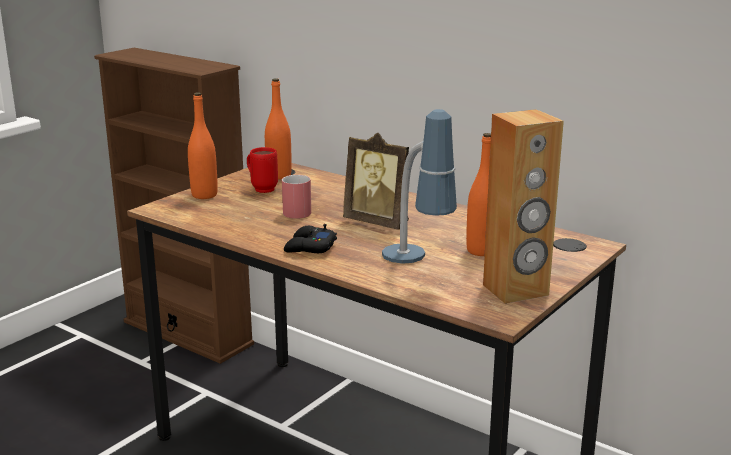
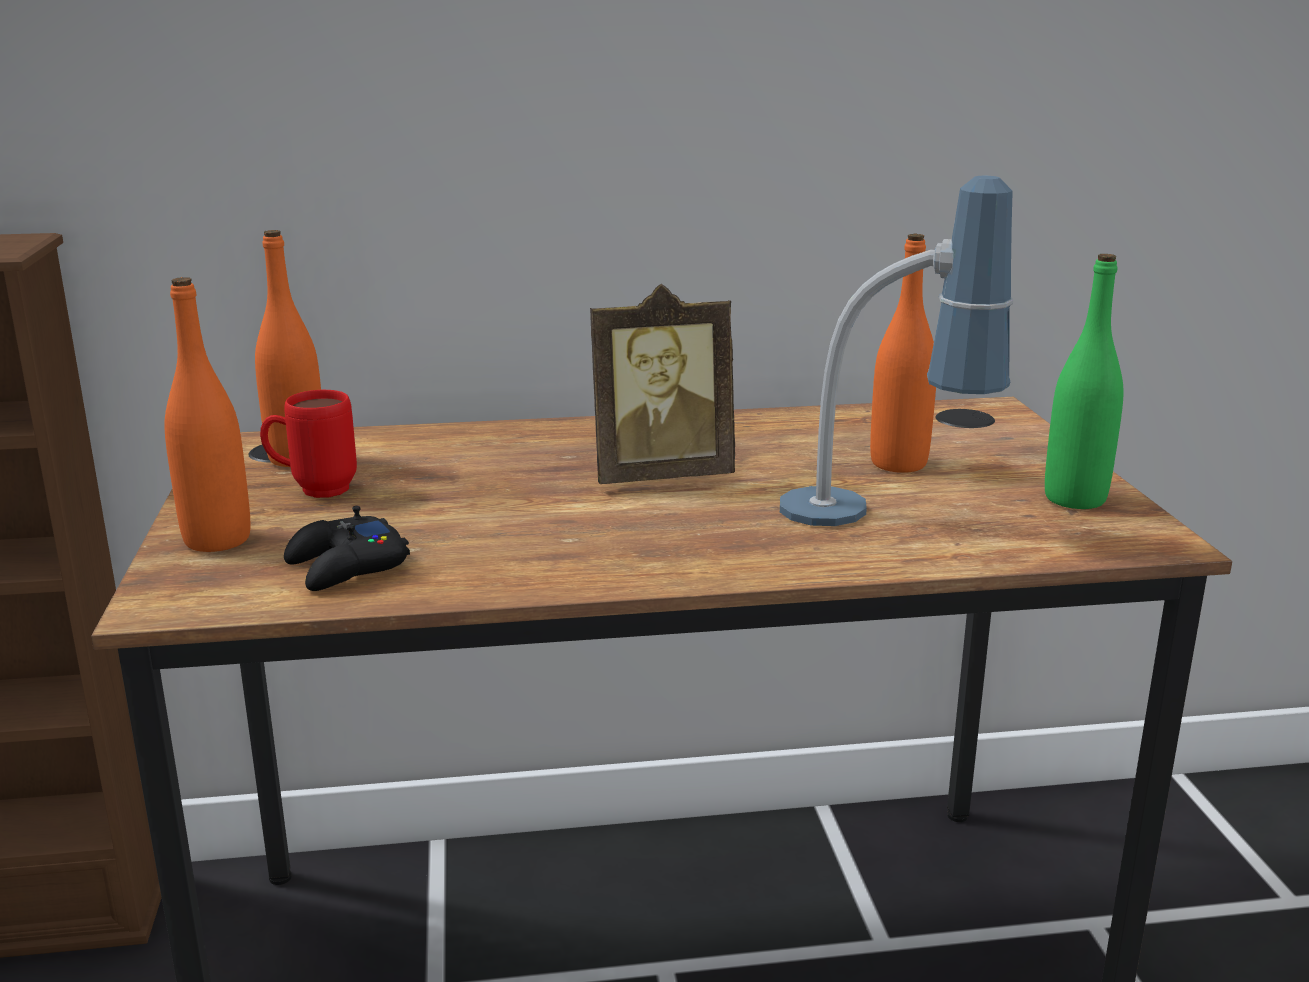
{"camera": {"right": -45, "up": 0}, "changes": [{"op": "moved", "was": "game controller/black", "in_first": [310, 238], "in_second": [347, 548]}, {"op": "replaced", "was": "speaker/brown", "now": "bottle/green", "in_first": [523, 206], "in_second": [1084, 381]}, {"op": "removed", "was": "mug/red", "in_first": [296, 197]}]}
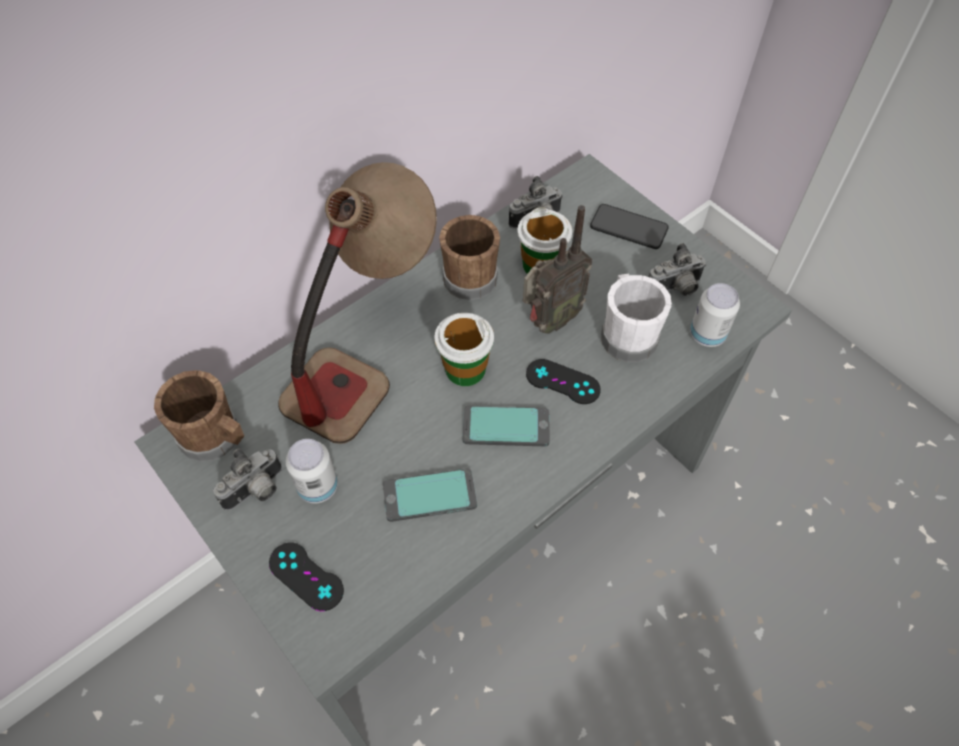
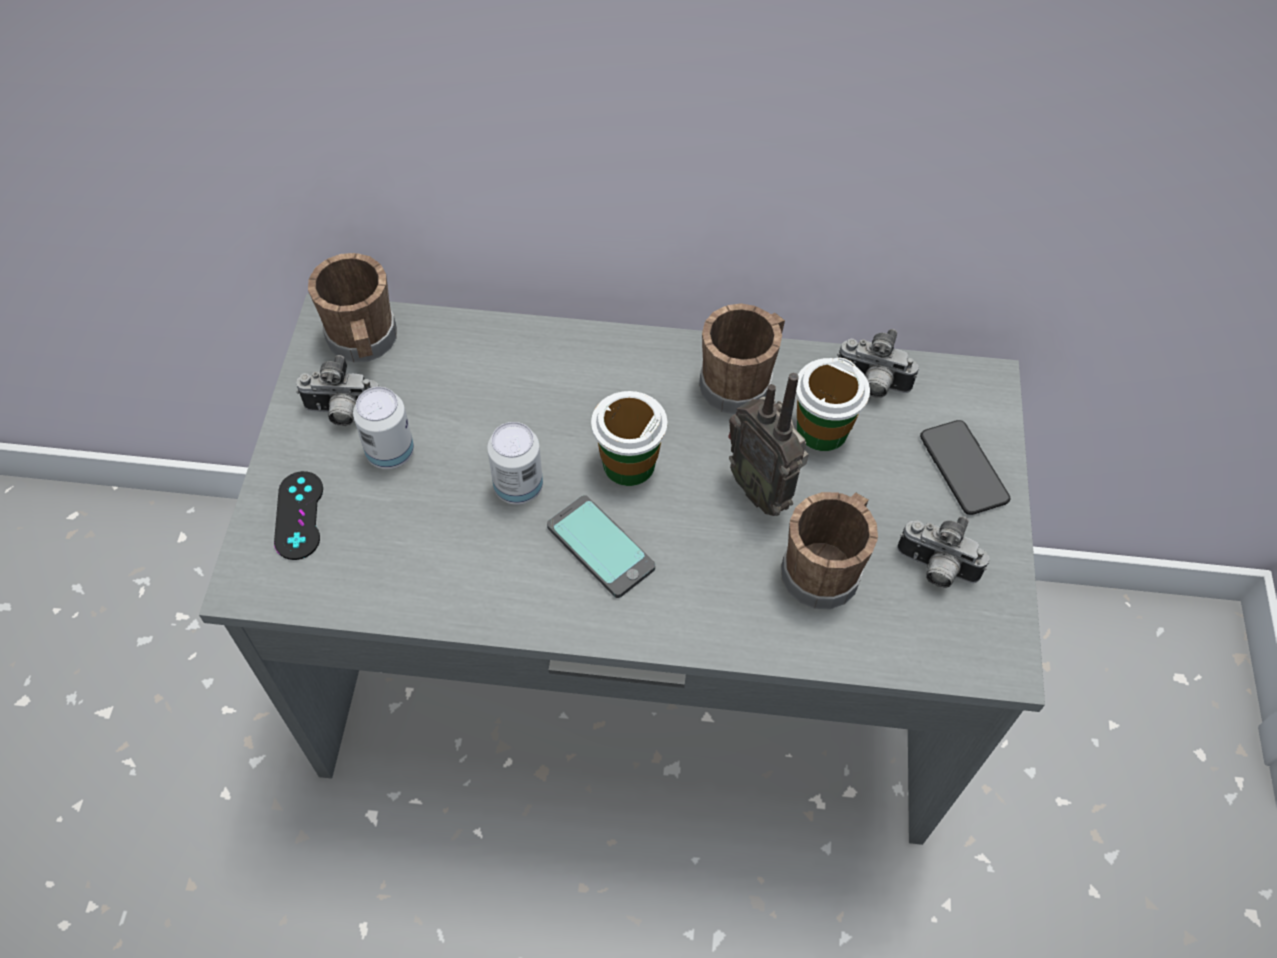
{"camera": {"right": 45, "up": 0}, "changes": [{"op": "moved", "was": "can", "in_first": [715, 315], "in_second": [515, 463]}, {"op": "turned", "was": "radio", "in_first": [557, 269], "in_second": [768, 444], "clockwise": 45}, {"op": "recoloured", "was": "mug/white", "now": "mug/brown", "in_first": [636, 318], "in_second": [829, 550]}, {"op": "removed", "was": "table lamp", "in_first": [357, 303]}, {"op": "removed", "was": "phone", "in_first": [430, 495]}, {"op": "removed", "was": "game controller/black", "in_first": [563, 381]}]}
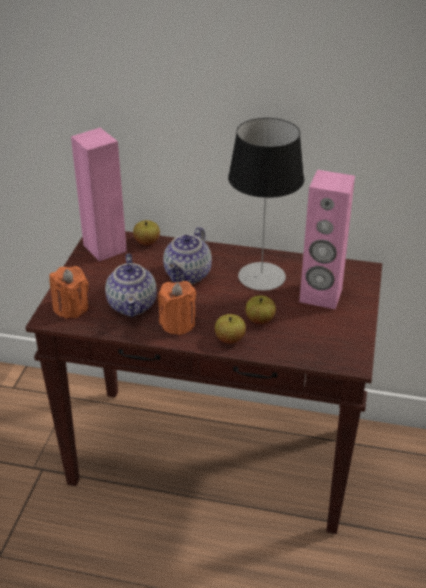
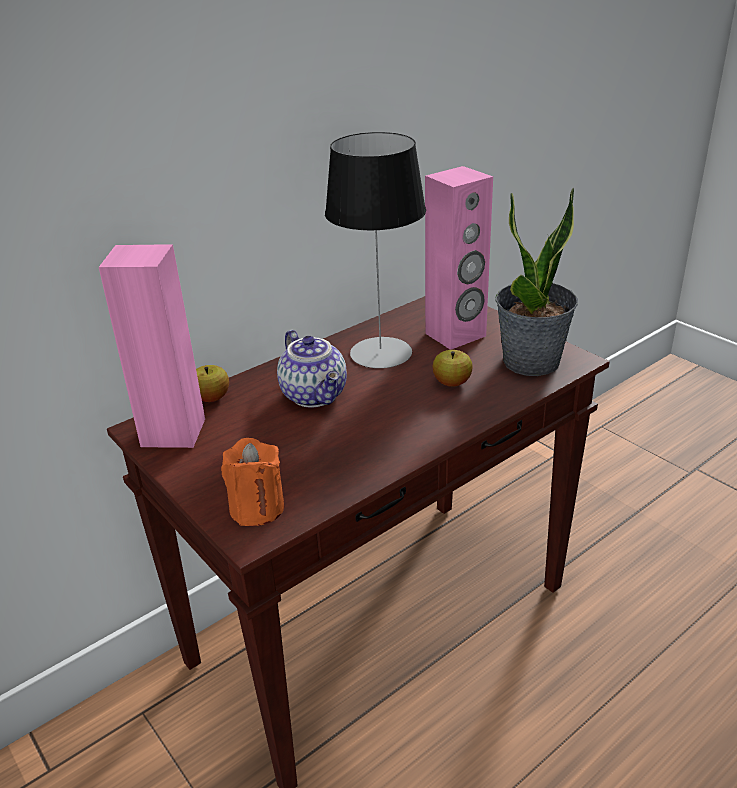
{"camera": {"right": -50, "up": -5}, "changes": [{"op": "added", "now": "potted plant", "in_second": [536, 282]}, {"op": "removed", "was": "teapot", "in_first": [131, 285]}, {"op": "removed", "was": "candle/orange", "in_first": [177, 308]}, {"op": "removed", "was": "apple", "in_first": [230, 329]}]}
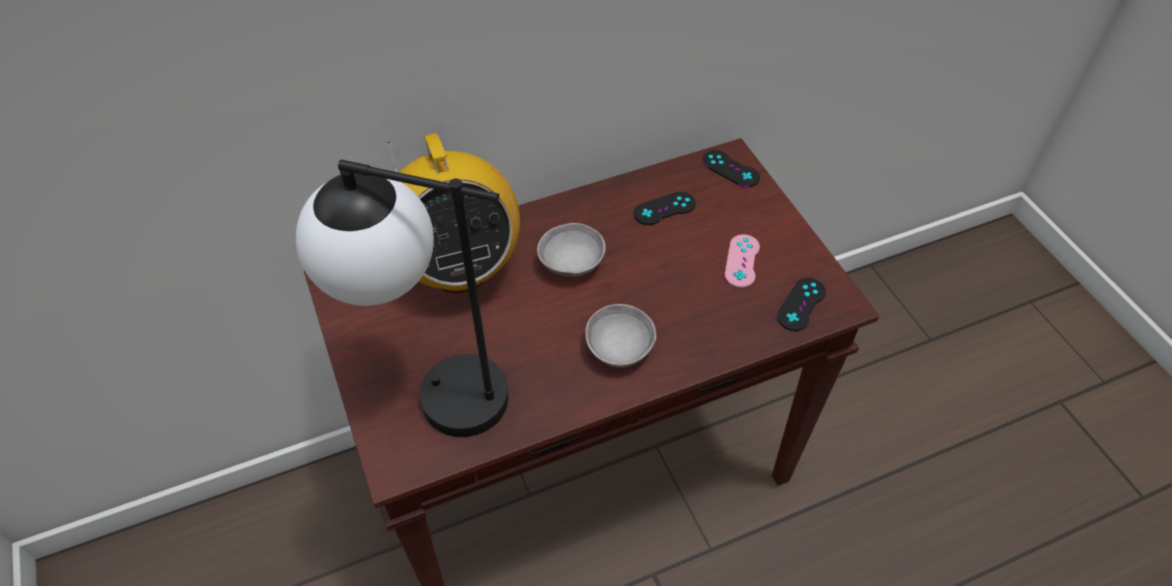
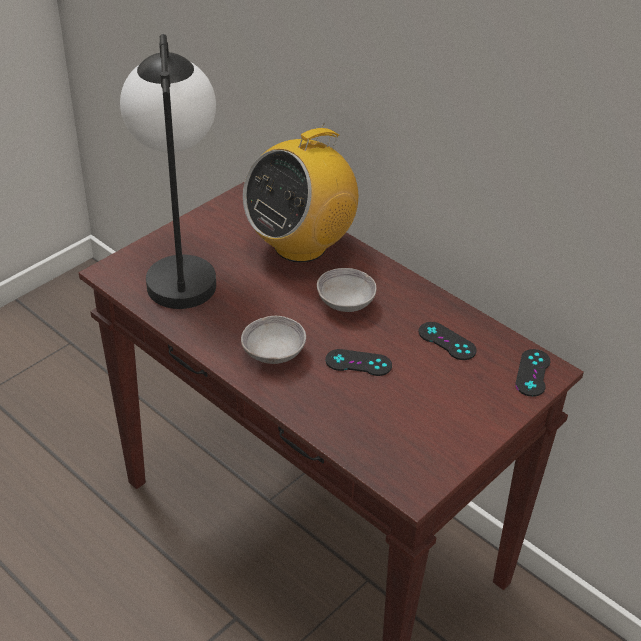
{"camera": {"right": 65, "up": -10}, "changes": [{"op": "moved", "was": "game controller/black", "in_first": [801, 304], "in_second": [358, 362]}, {"op": "removed", "was": "game controller/pink", "in_first": [742, 261]}]}
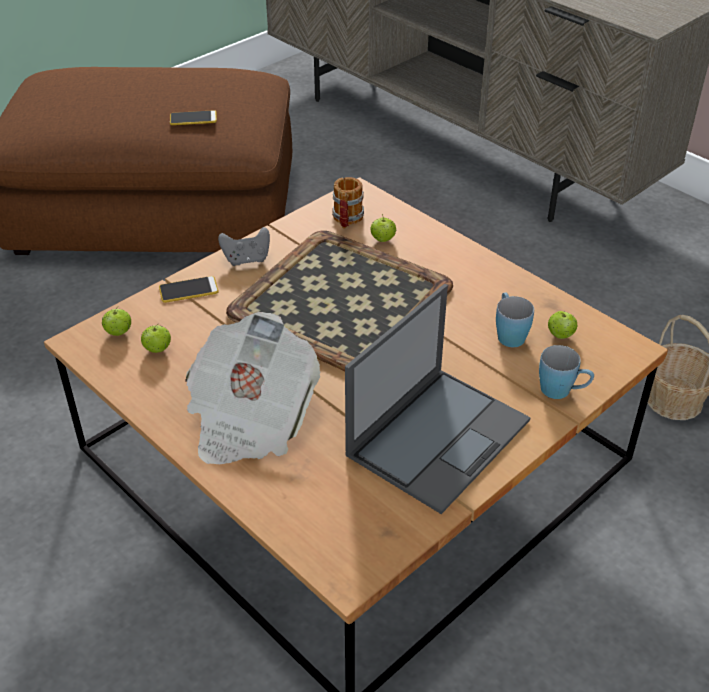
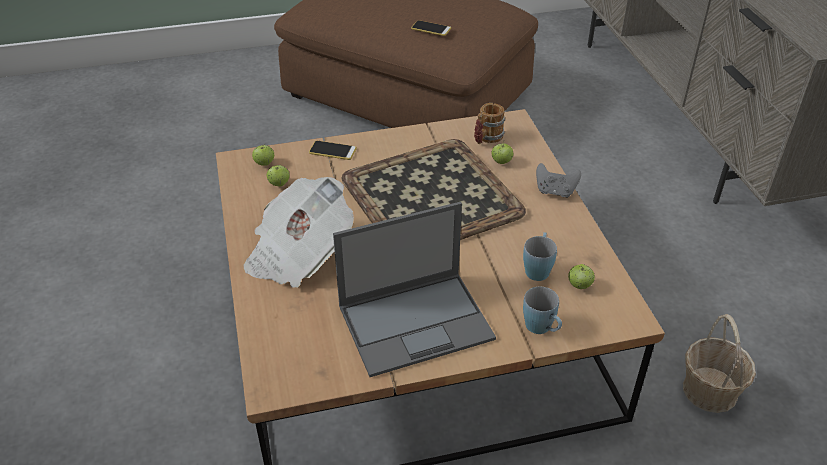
{"camera": {"right": 30, "up": 0}, "changes": [{"op": "moved", "was": "game controller/grey", "in_first": [244, 246], "in_second": [558, 180]}]}
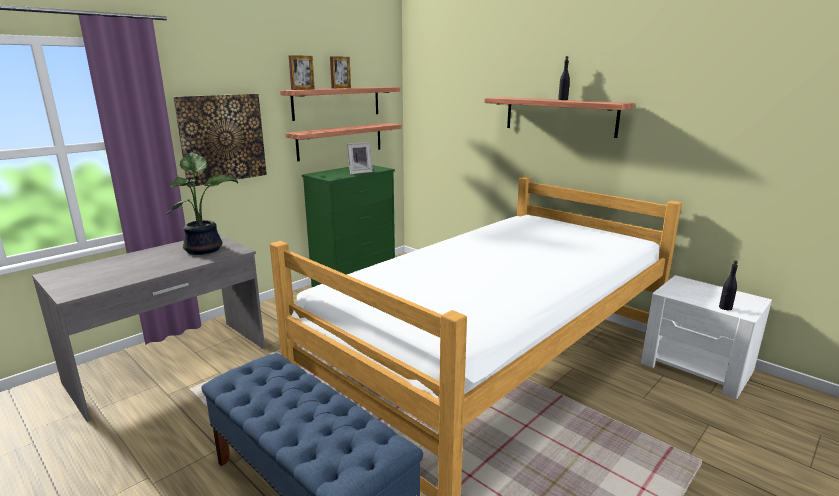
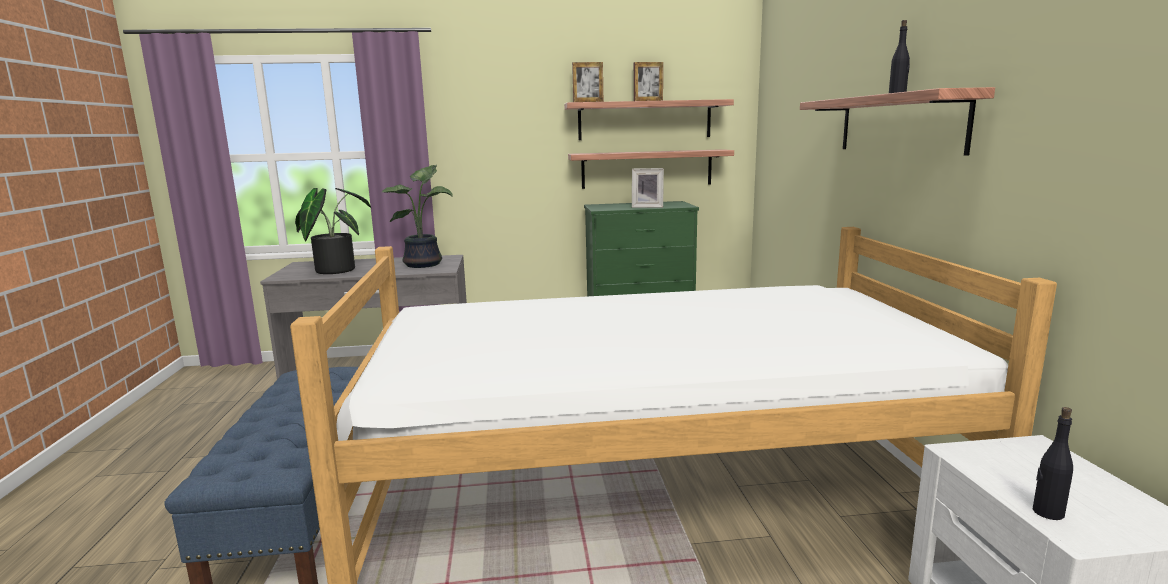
{"camera": {"right": 40, "up": -5}, "changes": [{"op": "added", "now": "potted plant", "in_second": [333, 231]}, {"op": "removed", "was": "picture", "in_first": [220, 140]}]}
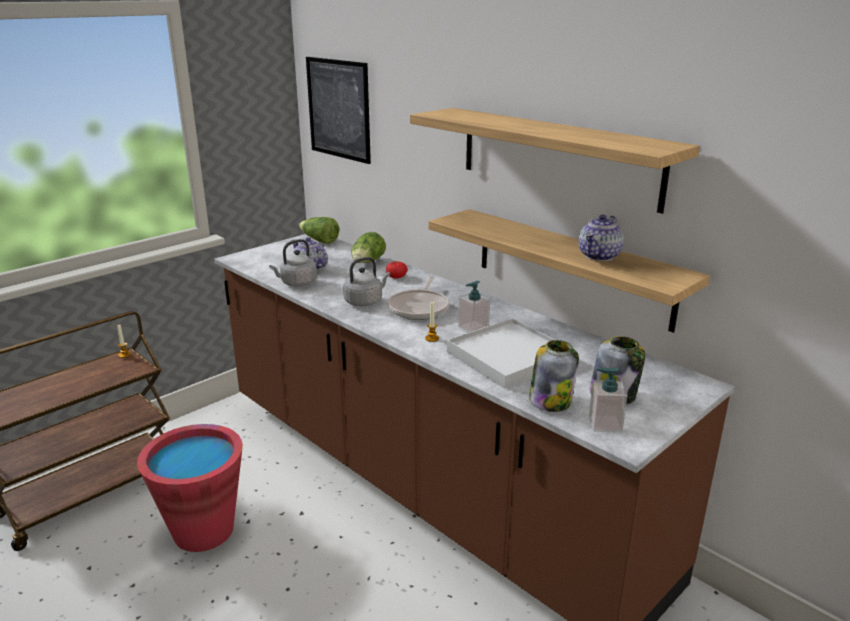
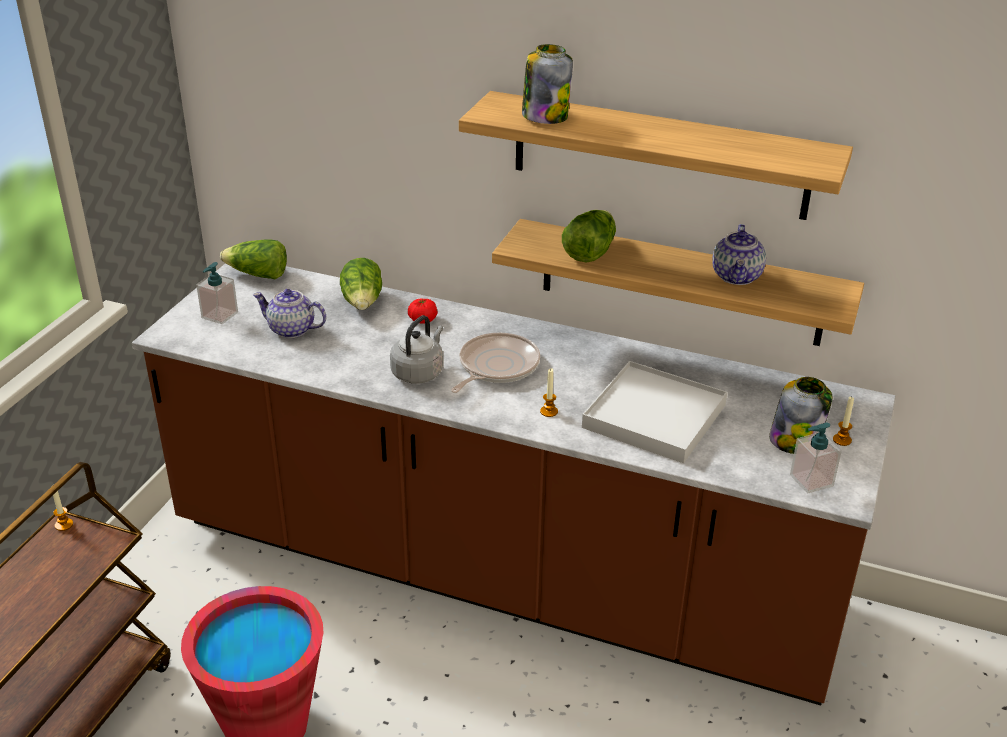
{"camera": {"right": -25, "up": 10}, "changes": [{"op": "moved", "was": "soap dispenser", "in_first": [474, 306], "in_second": [217, 293]}, {"op": "turned", "was": "frying pan", "in_first": [418, 298], "in_second": [495, 362], "clockwise": -135}, {"op": "moved", "was": "jar", "in_first": [554, 376], "in_second": [547, 84]}, {"op": "added", "now": "lettuce", "in_second": [589, 236]}, {"op": "added", "now": "candle", "in_second": [843, 421]}, {"op": "removed", "was": "kettle/grey", "in_first": [293, 263]}, {"op": "removed", "was": "picture", "in_first": [338, 110]}]}
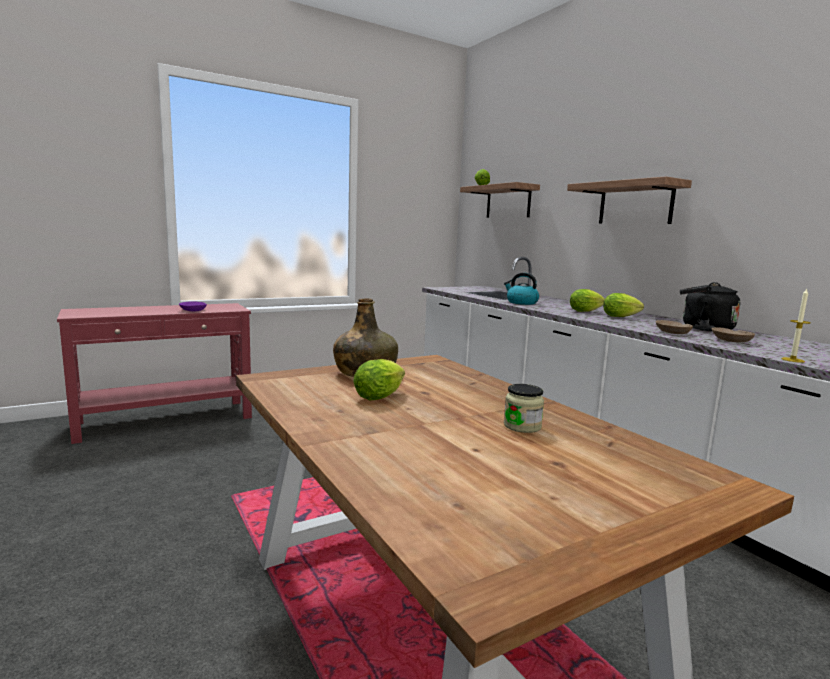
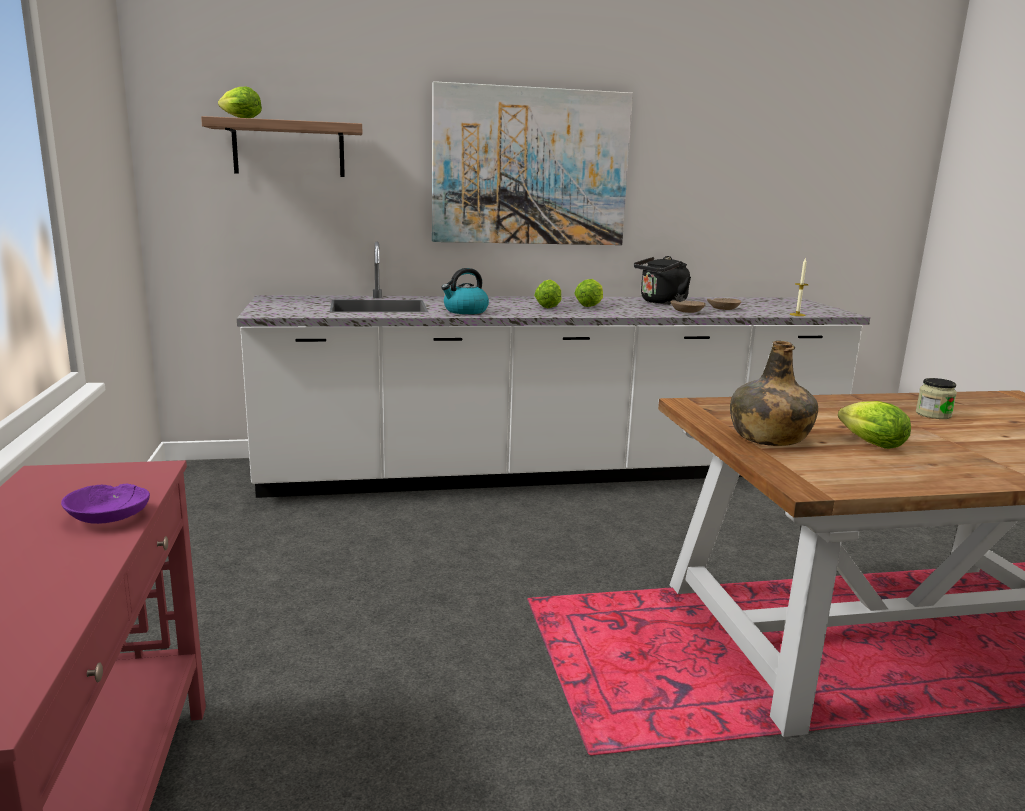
{"camera": {"right": -70, "up": 5}, "changes": [{"op": "replaced", "was": "shelf", "now": "picture", "in_first": [629, 200], "in_second": [532, 163]}]}
